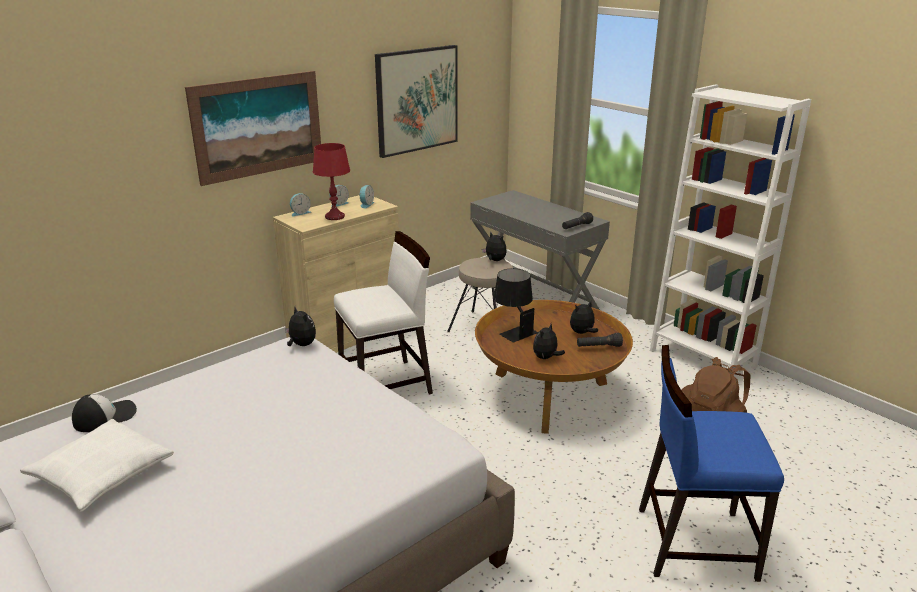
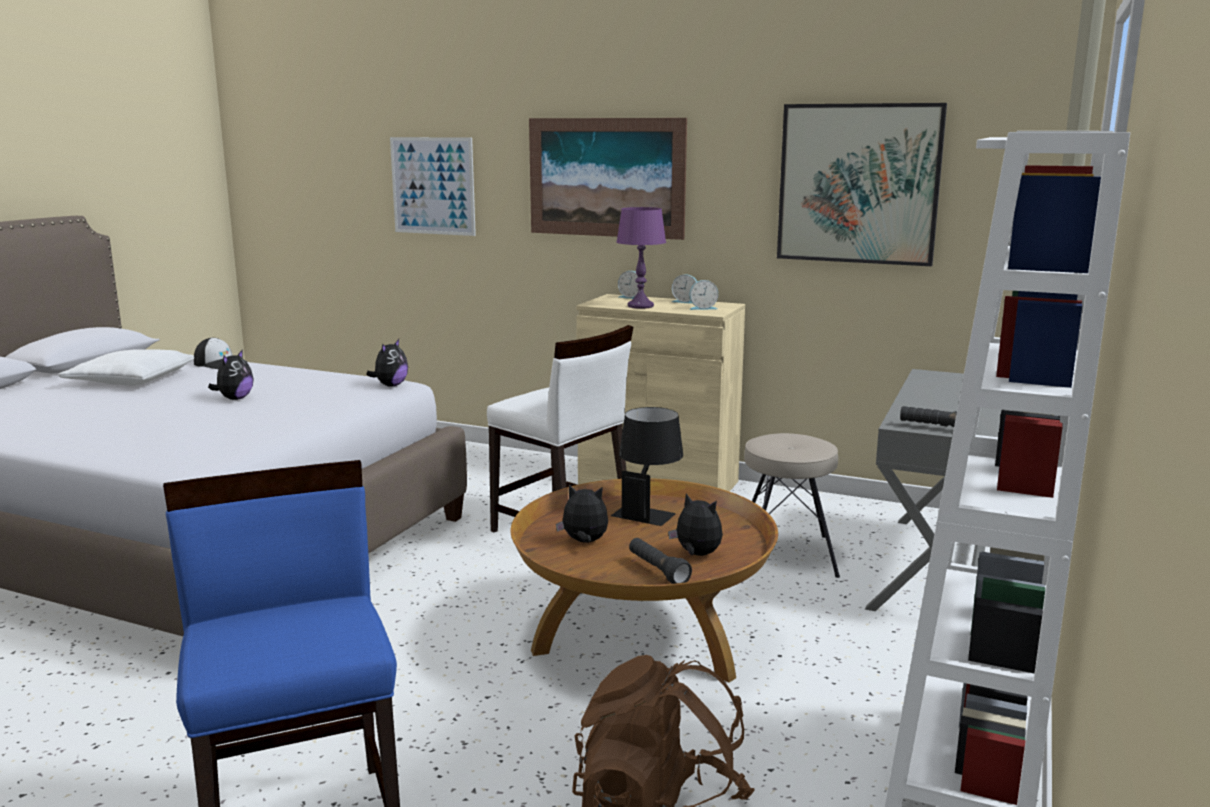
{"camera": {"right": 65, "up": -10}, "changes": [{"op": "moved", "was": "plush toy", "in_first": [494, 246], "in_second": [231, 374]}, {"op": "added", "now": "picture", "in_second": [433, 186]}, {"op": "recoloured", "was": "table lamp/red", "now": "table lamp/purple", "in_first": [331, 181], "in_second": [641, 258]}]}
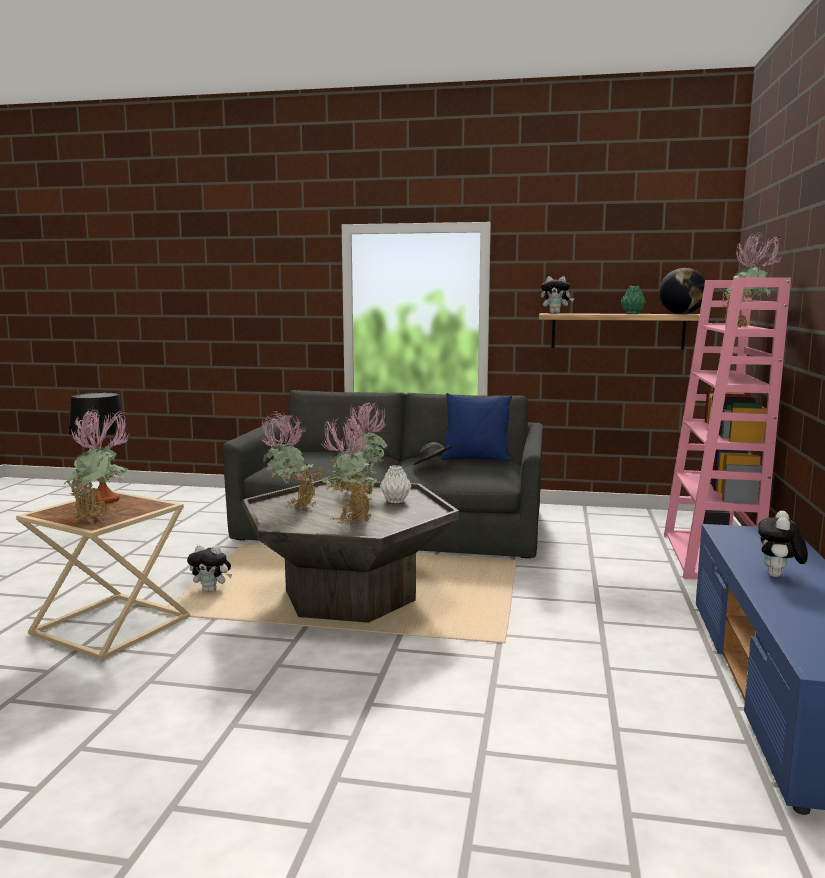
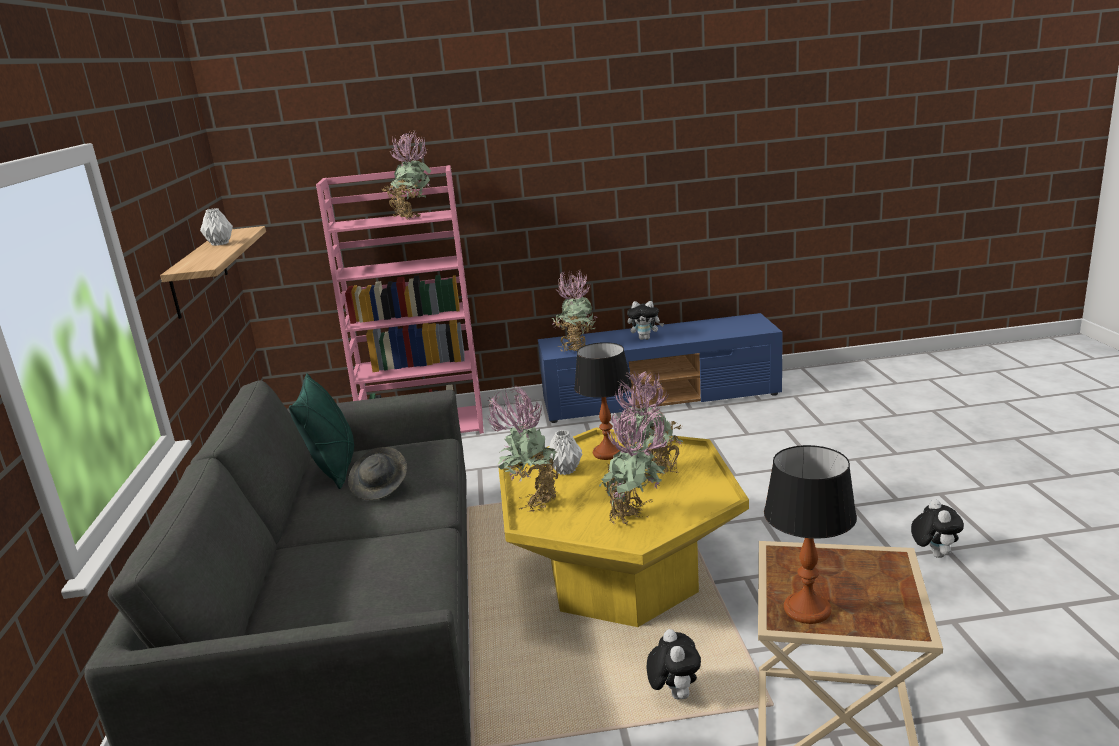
{"camera": {"right": -105, "up": 10}, "changes": [{"op": "recoloured", "was": "vase/green", "now": "vase/white", "in_first": [633, 300], "in_second": [216, 227]}, {"op": "recoloured", "was": "pillow/blue", "now": "pillow/green", "in_first": [476, 427], "in_second": [322, 431]}, {"op": "recoloured", "was": "coffee table/grey", "now": "coffee table/yellow", "in_first": [351, 551], "in_second": [624, 527]}, {"op": "moved", "was": "potted plant", "in_first": [97, 465], "in_second": [574, 311]}, {"op": "added", "now": "table lamp", "in_second": [603, 401]}, {"op": "moved", "was": "plush toy", "in_first": [557, 294], "in_second": [937, 528]}, {"op": "removed", "was": "globe", "in_first": [682, 291]}]}
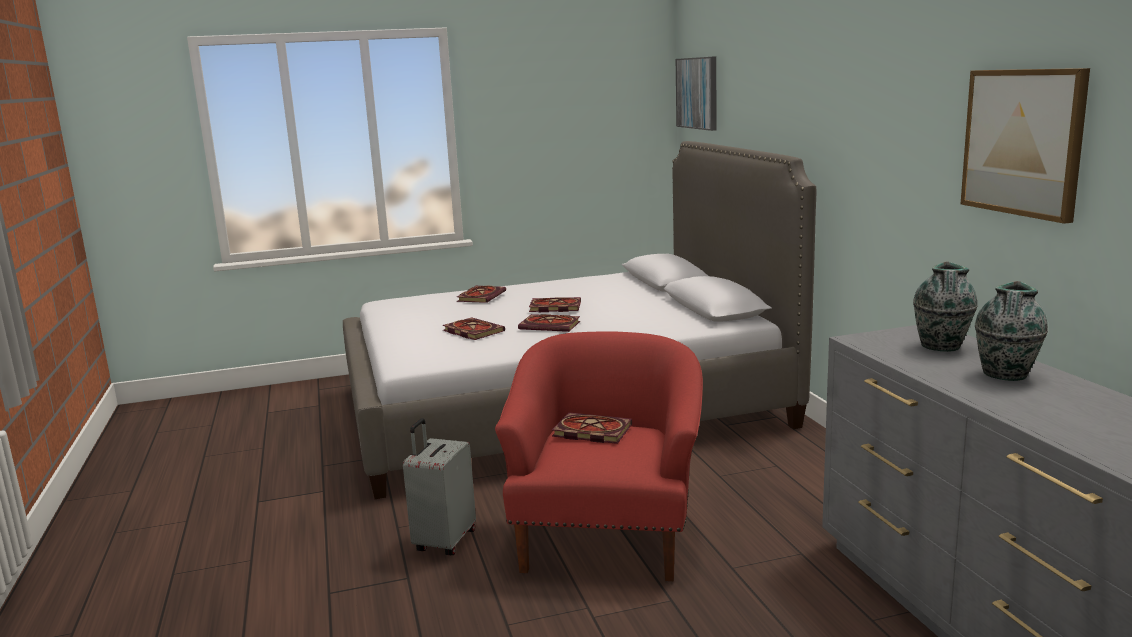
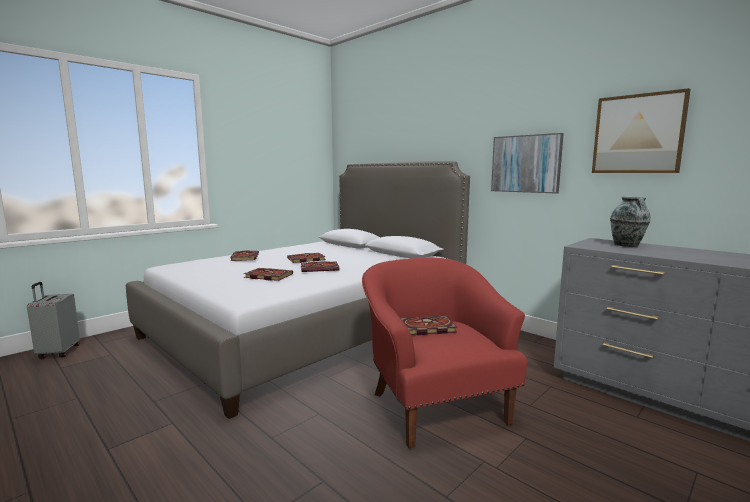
{"camera": {"right": -30, "up": -5}, "changes": [{"op": "moved", "was": "suitcase/grey", "in_first": [439, 486], "in_second": [53, 320]}, {"op": "moved", "was": "picture", "in_first": [696, 93], "in_second": [527, 163]}, {"op": "removed", "was": "vase", "in_first": [1011, 331]}]}
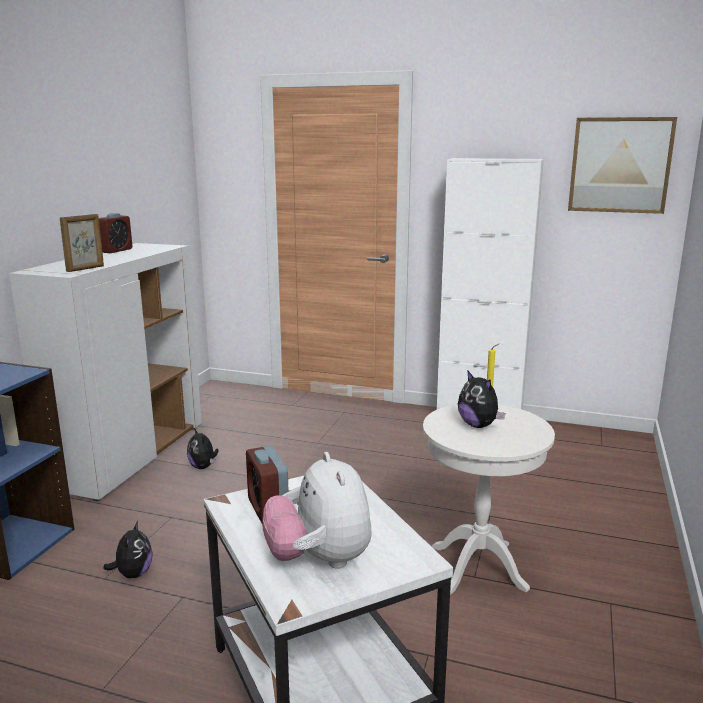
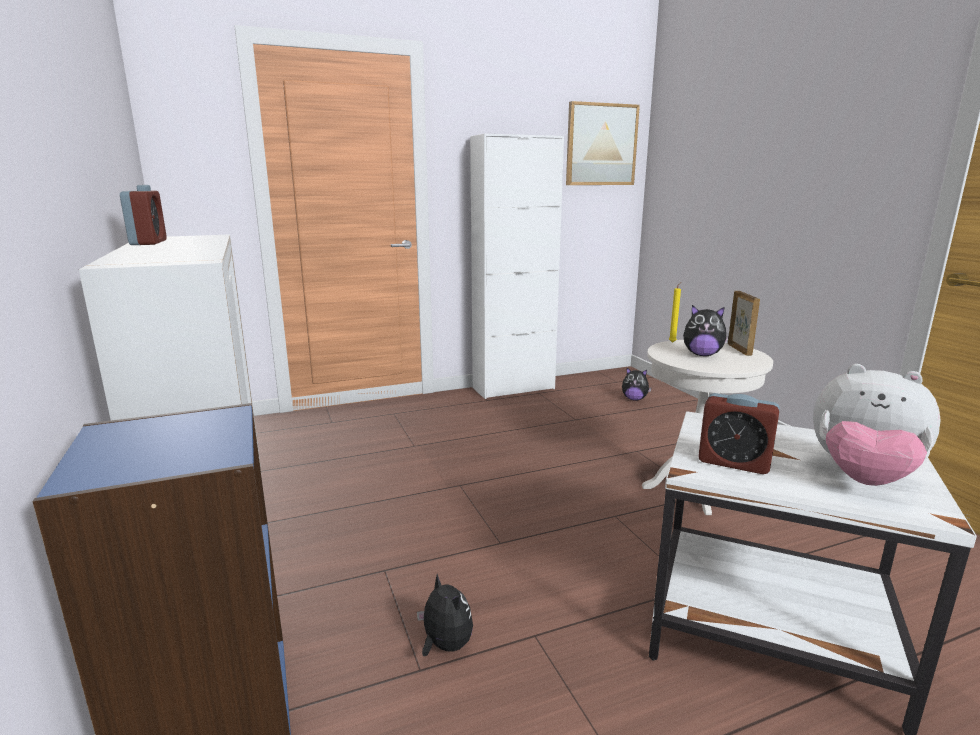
{"camera": {"right": -40, "up": 0}, "changes": [{"op": "moved", "was": "plush toy", "in_first": [202, 448], "in_second": [637, 384]}, {"op": "moved", "was": "picture frame", "in_first": [82, 243], "in_second": [744, 323]}]}
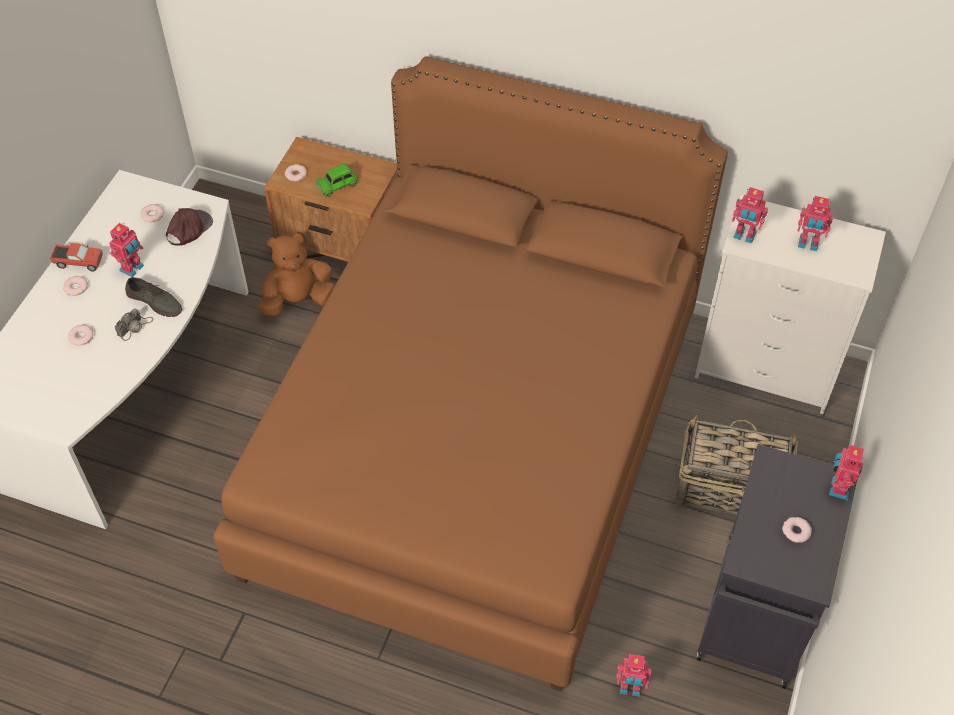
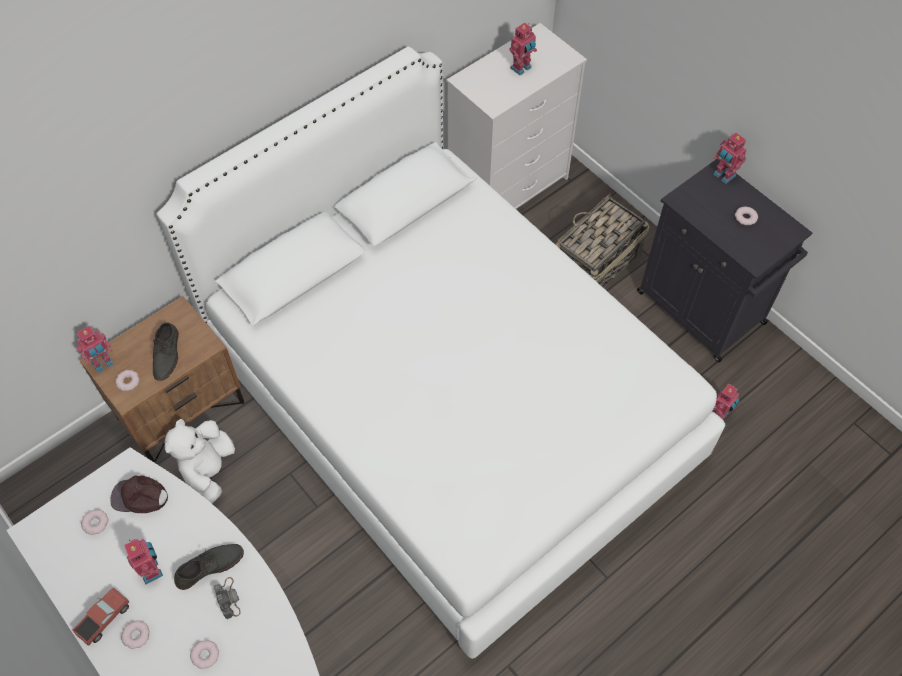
{"camera": {"right": -60, "up": 5}, "changes": [{"op": "moved", "was": "toy robot", "in_first": [750, 215], "in_second": [95, 349]}, {"op": "turned", "was": "cap/brown", "in_first": [189, 227], "in_second": [139, 494], "clockwise": -60}, {"op": "replaced", "was": "toy car/green", "now": "shoe/grey", "in_first": [336, 180], "in_second": [166, 351]}, {"op": "recoloured", "was": "bed/brown", "now": "bed/white", "in_first": [470, 373], "in_second": [441, 352]}, {"op": "recoloured", "was": "plush toy/brown", "now": "plush toy/white", "in_first": [296, 275], "in_second": [199, 461]}]}
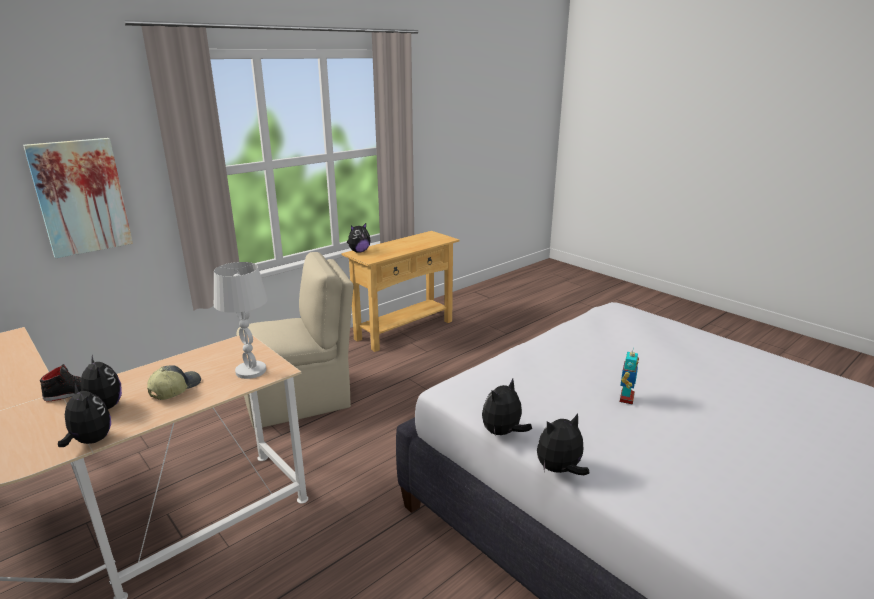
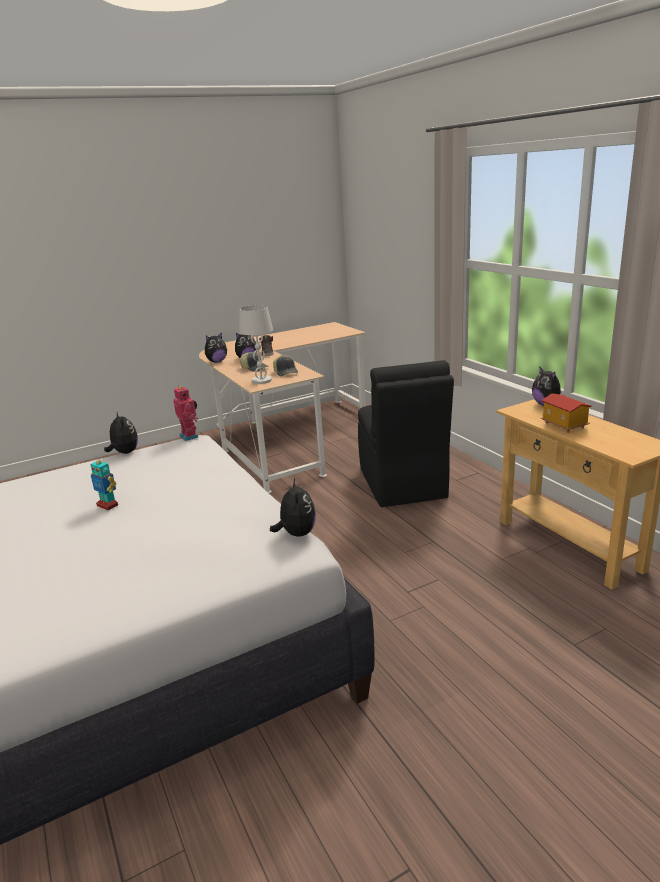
{"camera": {"right": 105, "up": 0}, "changes": [{"op": "added", "now": "toy robot", "in_second": [185, 413]}, {"op": "moved", "was": "plush toy", "in_first": [563, 444], "in_second": [293, 508]}, {"op": "added", "now": "cap", "in_second": [285, 365]}, {"op": "recoloured", "was": "chair/beige", "now": "chair/black", "in_first": [295, 340], "in_second": [406, 433]}, {"op": "added", "now": "toy house", "in_second": [566, 413]}, {"op": "removed", "was": "picture", "in_first": [78, 198]}]}
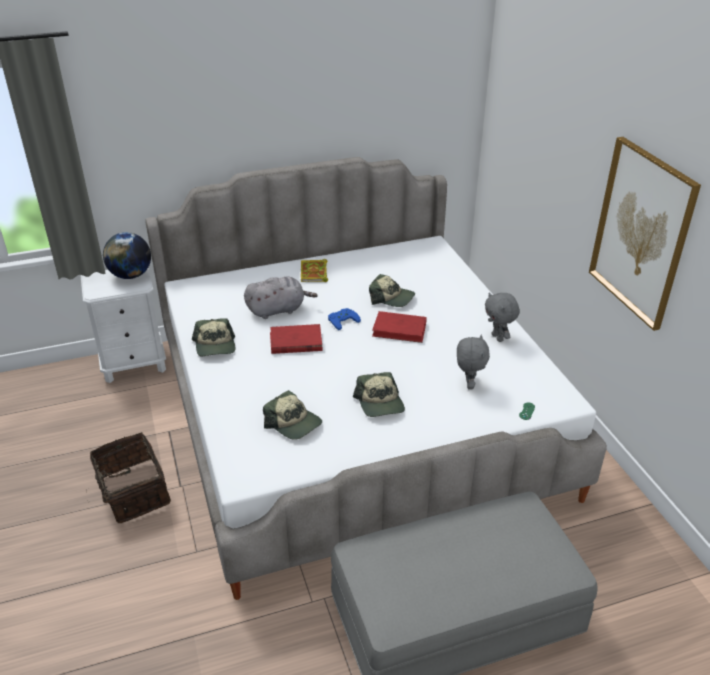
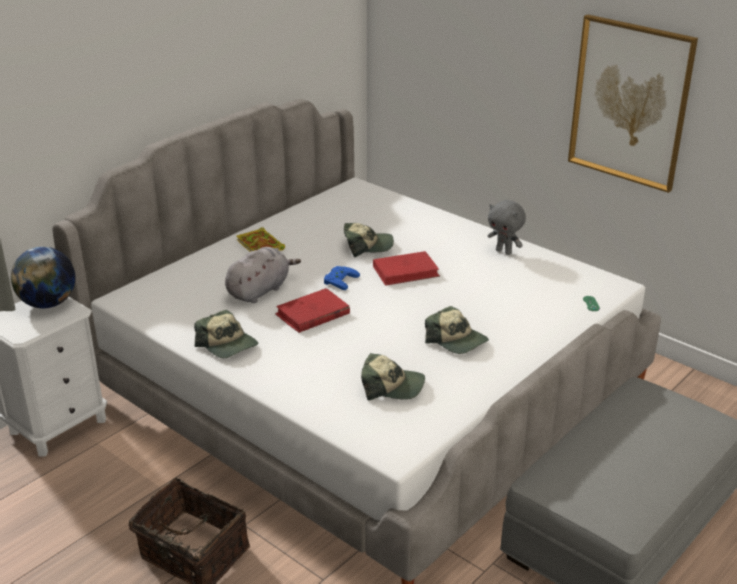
{"camera": {"right": -30, "up": -5}, "changes": [{"op": "removed", "was": "plush toy/grey", "in_first": [473, 362]}]}
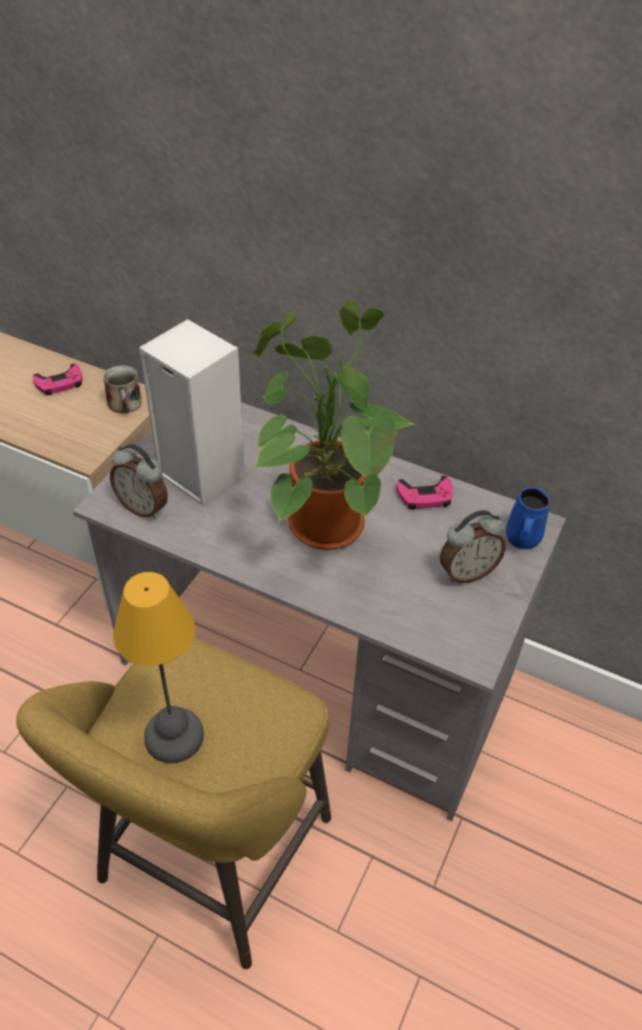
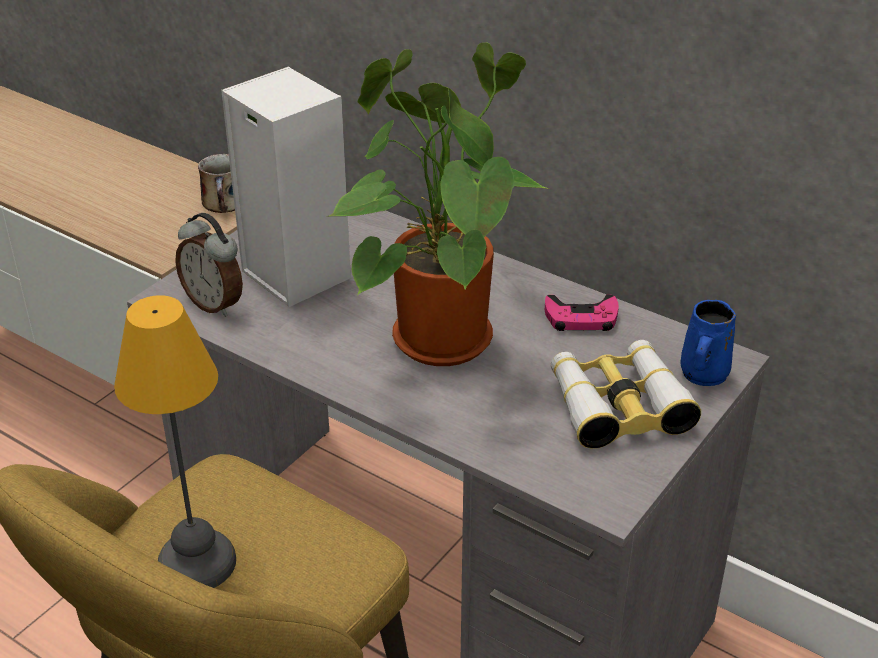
{"camera": {"right": 10, "up": -10}, "changes": [{"op": "replaced", "was": "alarm clock", "now": "binoculars", "in_first": [473, 546], "in_second": [626, 394]}, {"op": "removed", "was": "game controller/pink", "in_first": [57, 379]}]}
